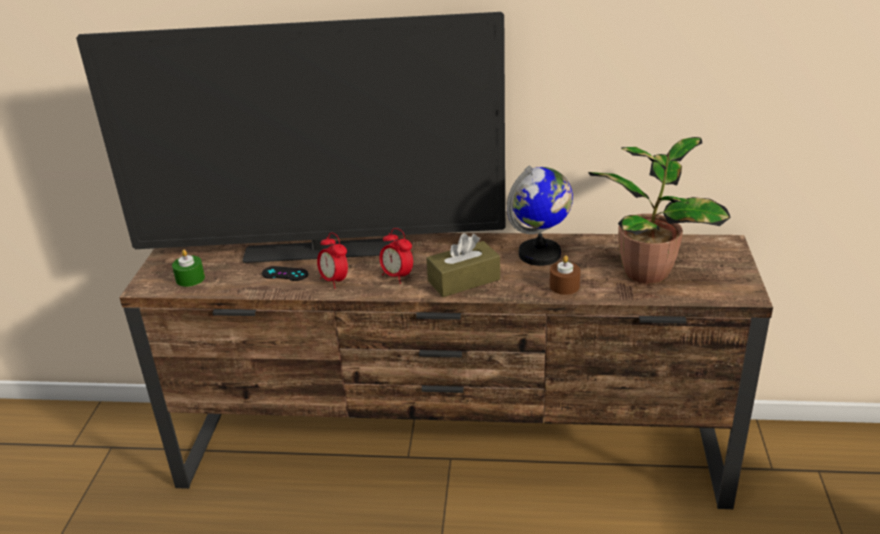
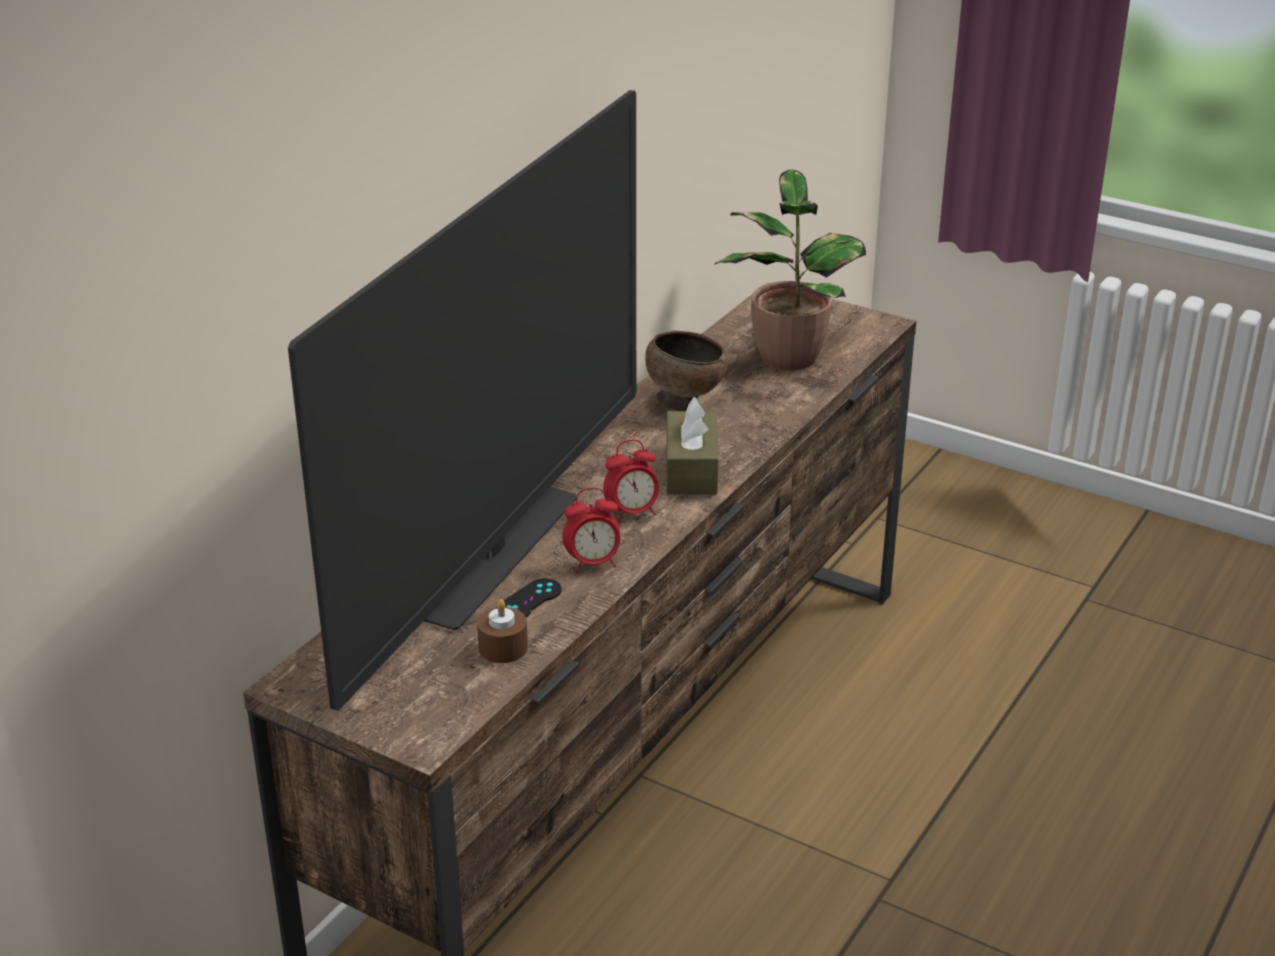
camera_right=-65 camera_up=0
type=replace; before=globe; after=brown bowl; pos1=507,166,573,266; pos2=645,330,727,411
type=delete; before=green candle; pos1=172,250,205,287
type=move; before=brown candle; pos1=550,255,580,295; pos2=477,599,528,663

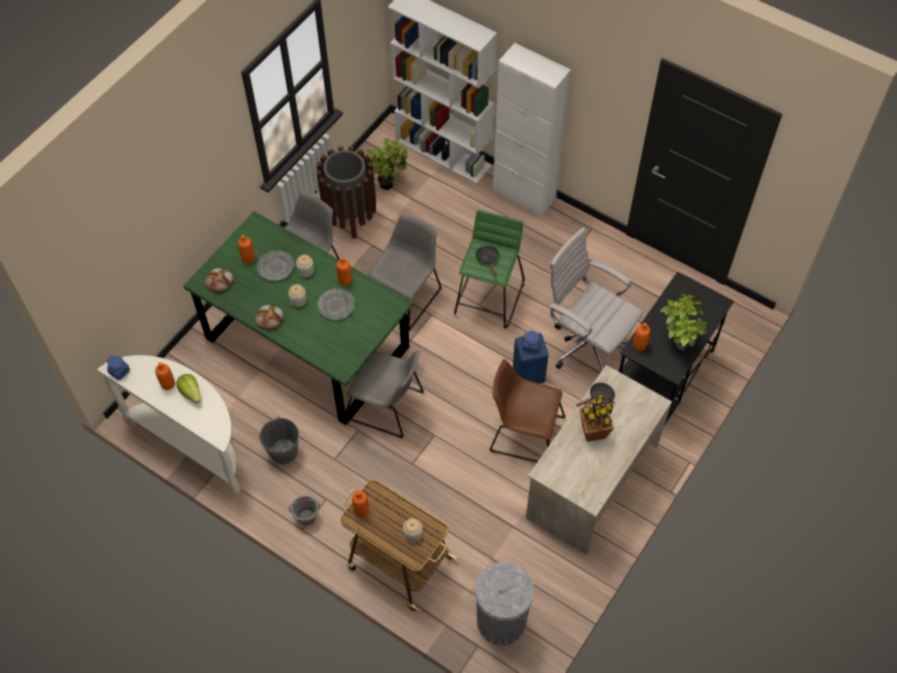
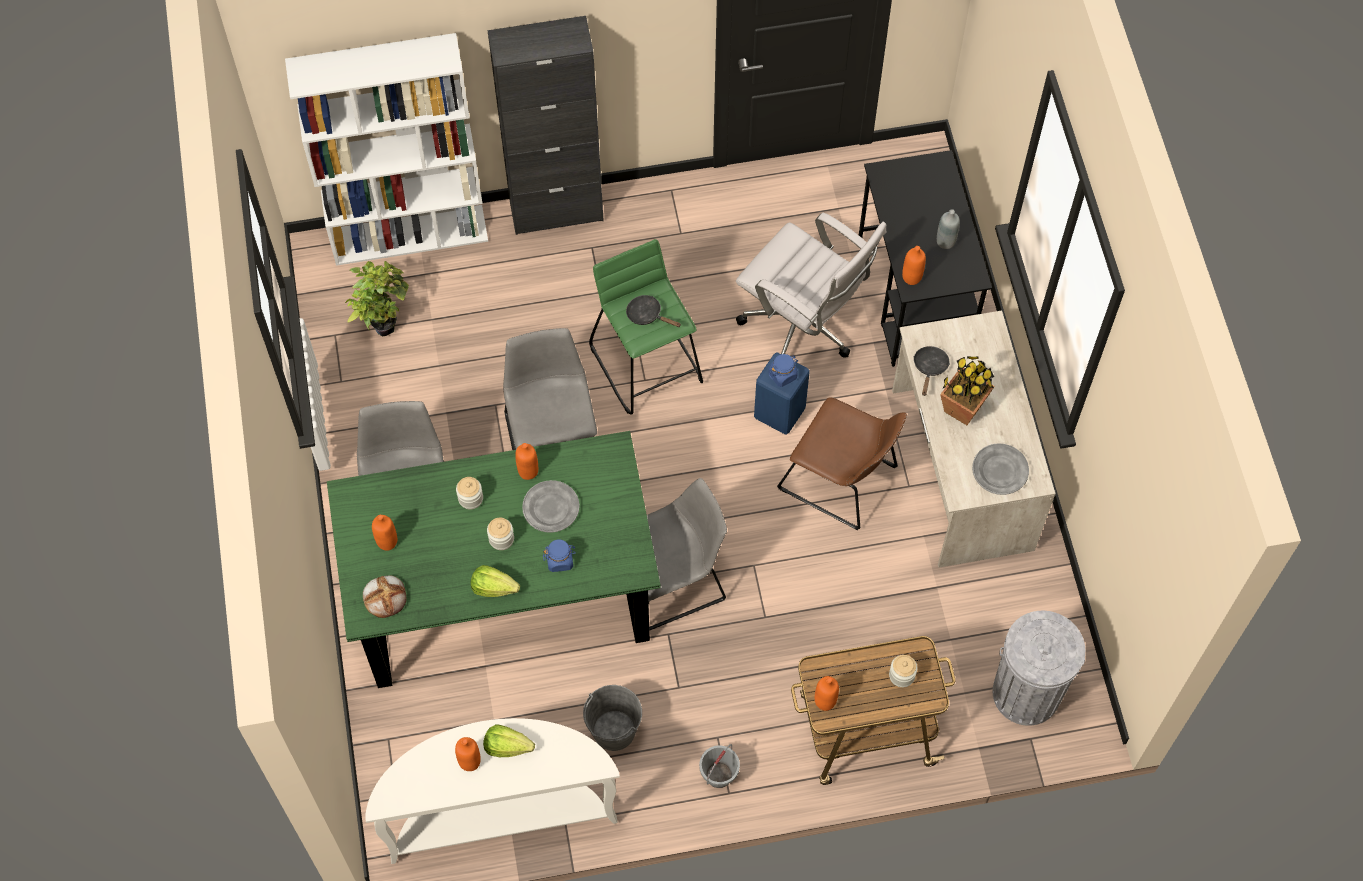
camera_right=-45 camera_up=5
type=recolor; before=white cabinet; after=black cabinet; pos1=493,43,571,217; pos2=488,16,604,235
type=delete; before=brown trash can; pos1=316,146,376,239
type=rotate; before=white office chair; pos1=549,227,643,370; pos2=736,212,886,358; turn=-135
type=move; before=grey plate; pos1=257,250,294,281; pos2=972,443,1029,495
type=replace; before=potted plant; after=grey bottle; pos1=660,293,707,351; pos2=937,209,960,249
type=replace; before=bread; after=lettuce; pos1=255,305,284,331; pos2=471,565,520,597
type=move; before=blue jar; pos1=107,356,130,380; pos2=543,539,576,572
type=rotate; before=brown chair; pos1=489,359,566,463; pos2=777,397,907,530; turn=-120

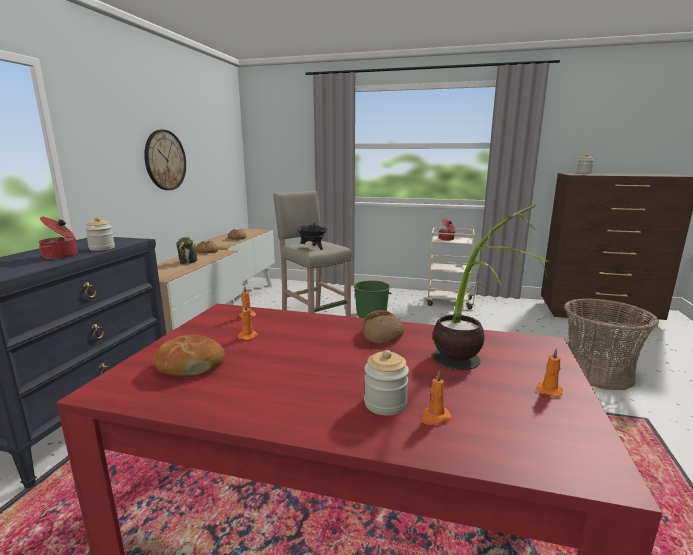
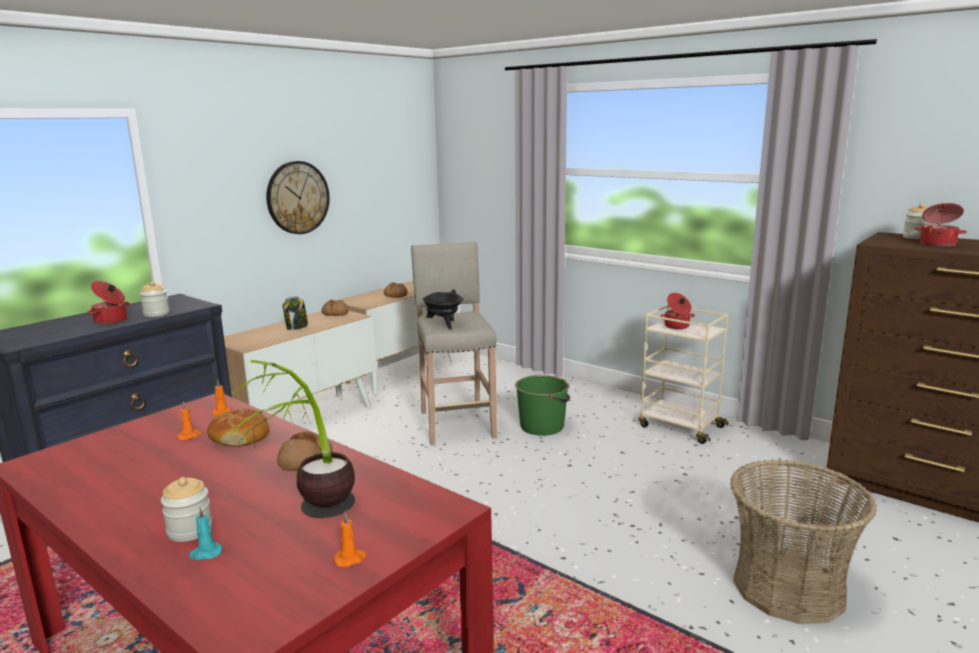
camera_right=25 camera_up=0
type=move; before=bread; pos1=153,335,225,377; pos2=207,409,270,447
type=recolor; before=orange candle; after=turquoise candle; pos1=421,371,451,425; pos2=189,507,223,560
type=insert; after=cooking pot; pos2=914,203,967,247

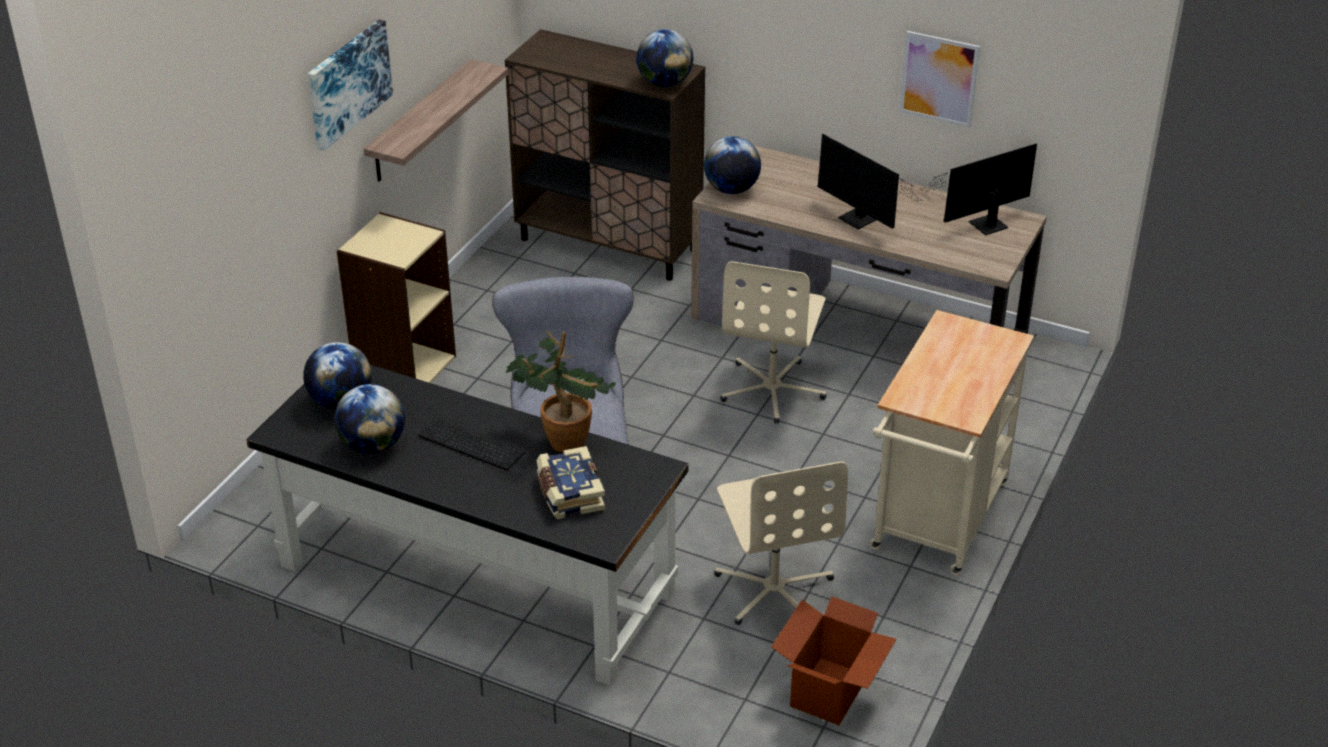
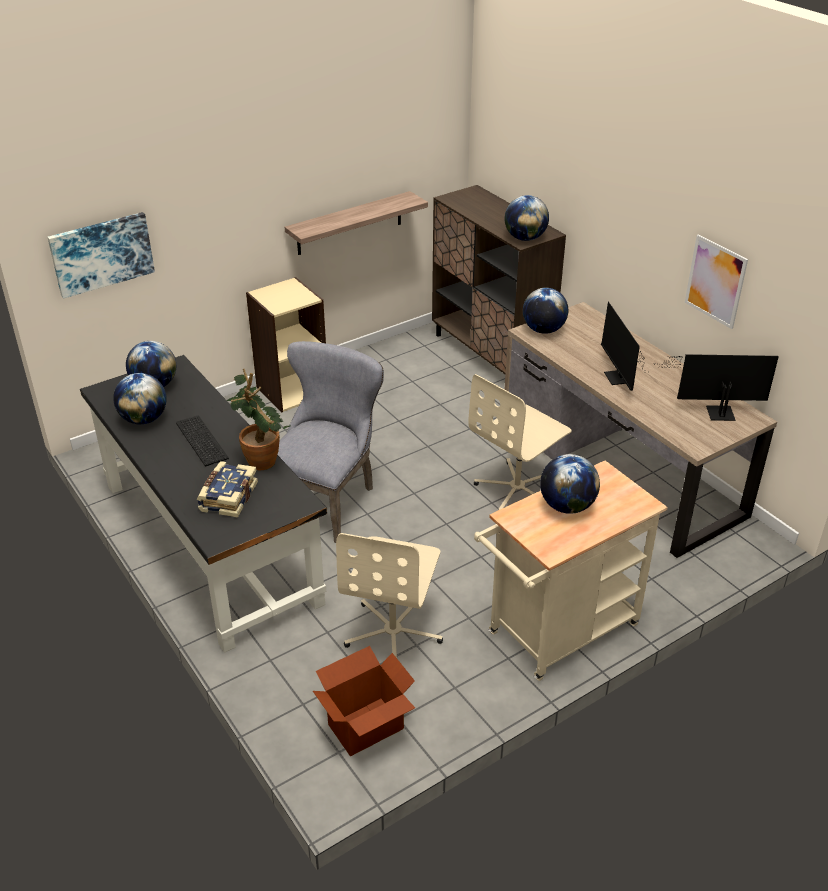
camera_right=30 camera_up=0
type=move; before=picture; pos1=307,20,393,151; pos2=47,212,155,298
type=insert; after=globe; pos2=540,454,600,514

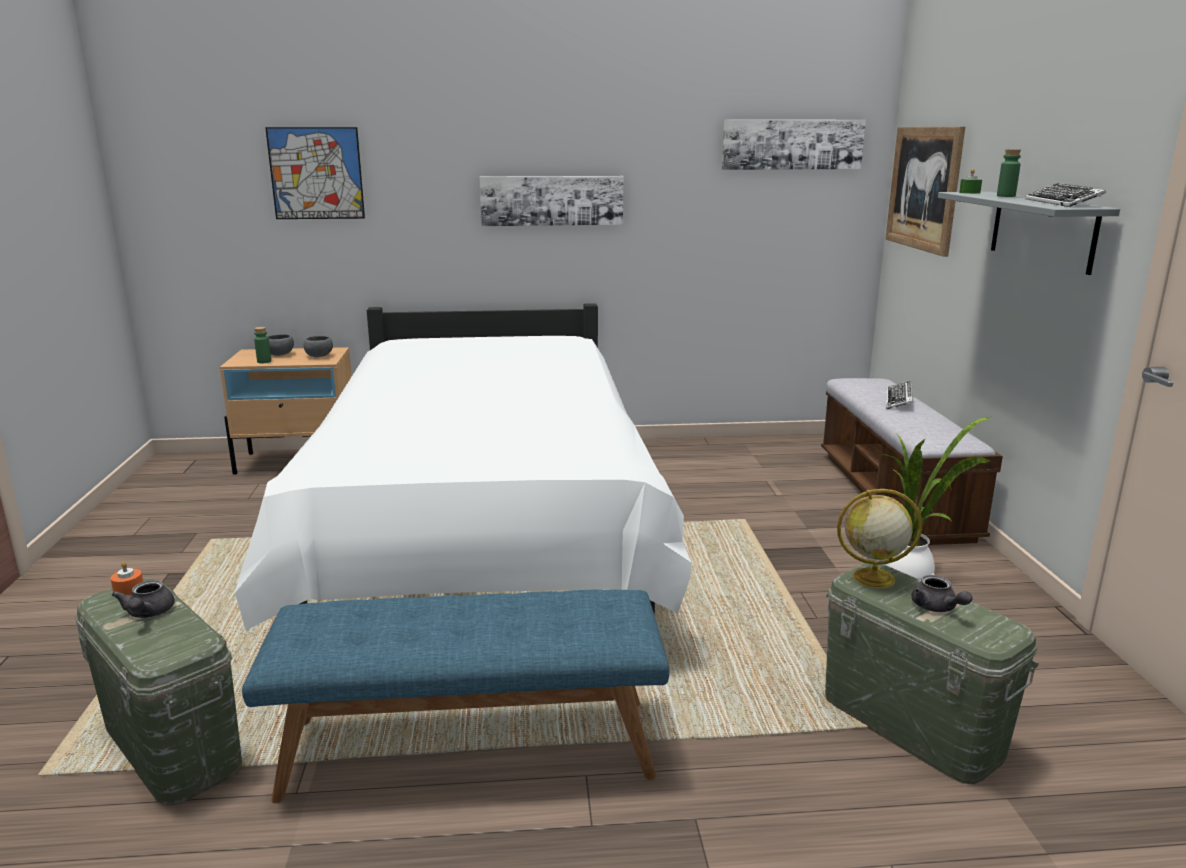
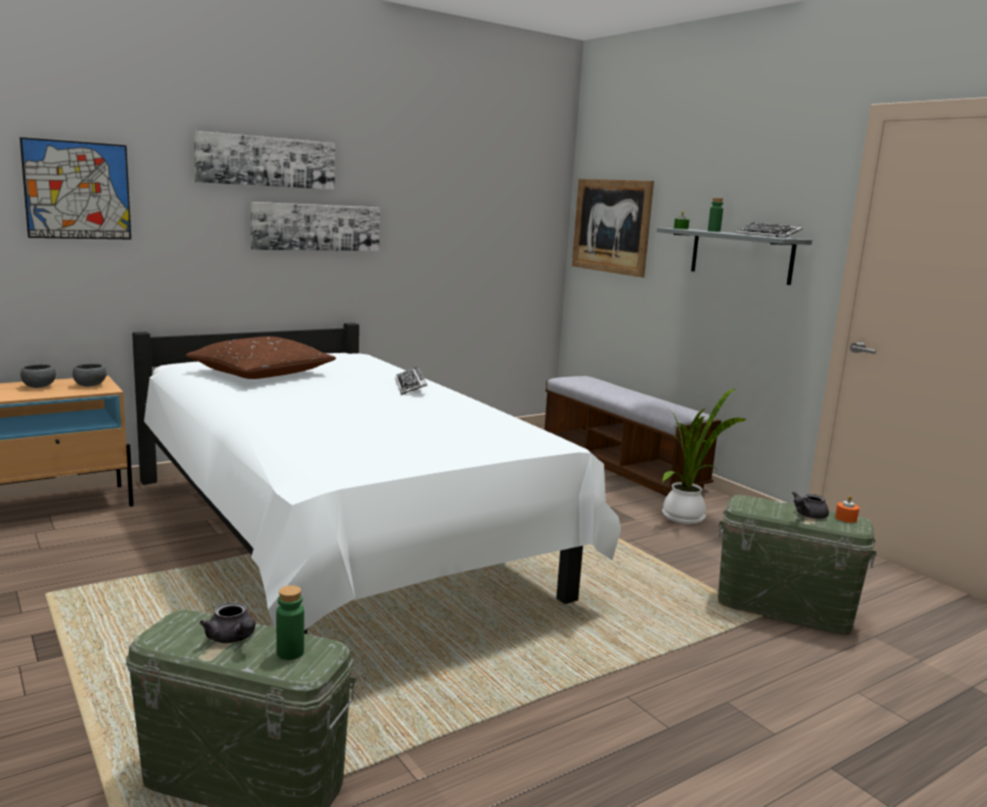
camera_right=-30 camera_up=-5
type=move; before=picture; pos1=722,120,866,170; pos2=194,131,335,190
type=move; before=green bottle; pos1=254,327,271,363; pos2=276,585,304,660
type=move; before=keyboard; pos1=886,381,914,410; pos2=395,367,427,395
type=delete; before=globe; pos1=837,489,922,588
type=move; before=orange candle; pos1=110,562,143,595; pos2=835,495,859,523
type=rotate; before=grey teapot; pos1=911,575,972,612; pos2=792,491,829,519; turn=105
type=delete; before=blue bench; pos1=242,589,669,803
type=insert; after=brown pillow; pos2=186,336,336,379

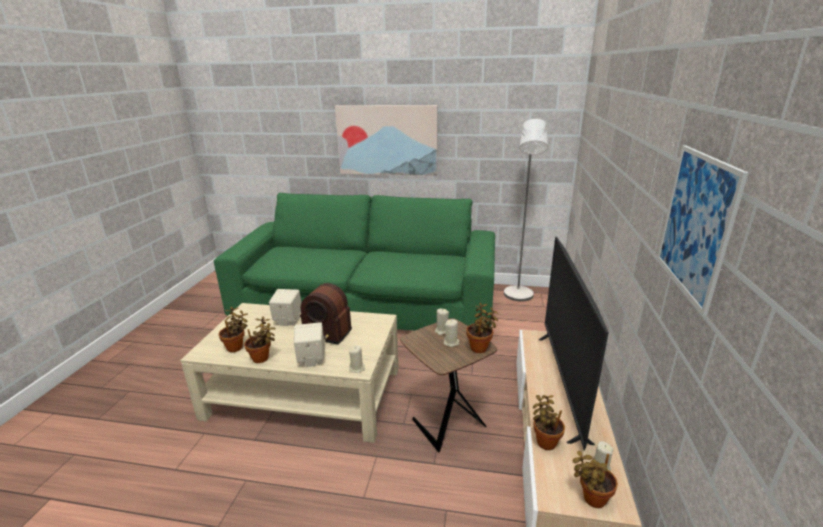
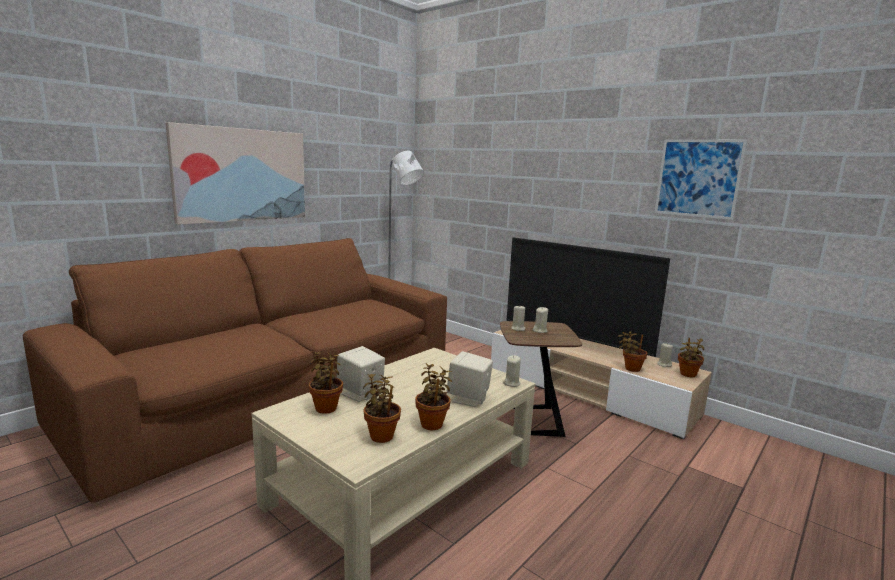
camera_right=-60 camera_up=-10
type=recolor; before=green sofa; after=brown sofa; pos1=214,193,495,331; pos2=23,238,447,502
type=delete; before=radio; pos1=300,283,352,345
type=move; before=potted plant; pos1=466,303,499,353; pos2=309,351,343,414

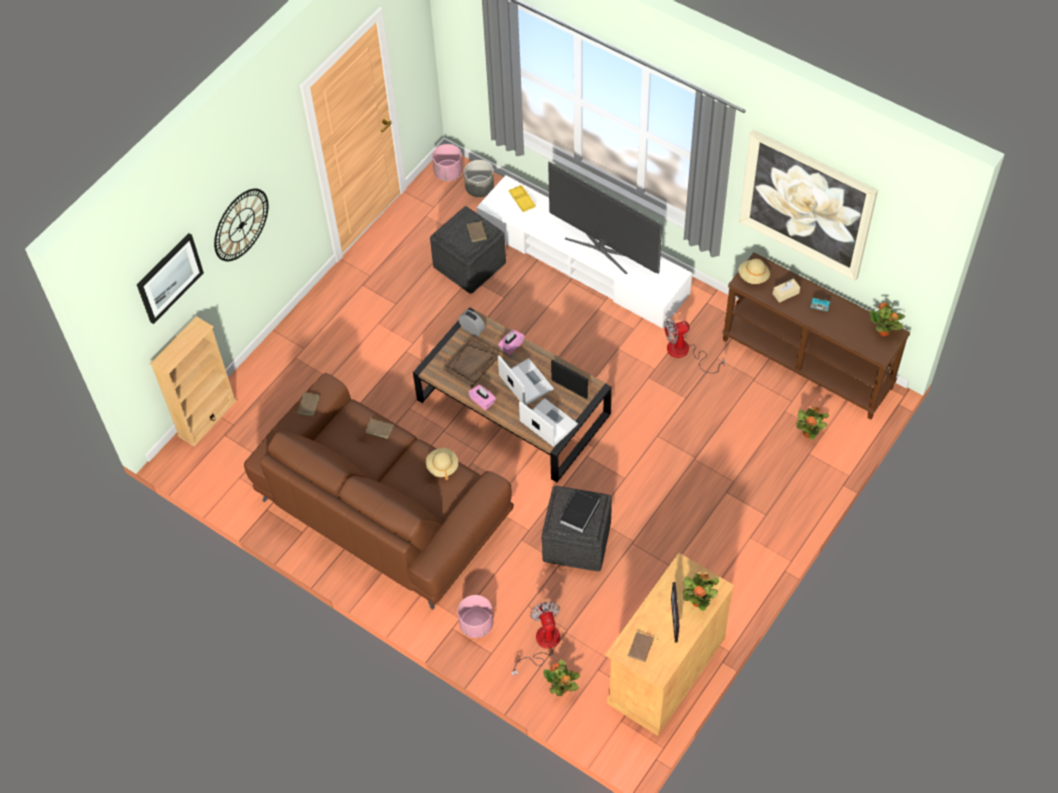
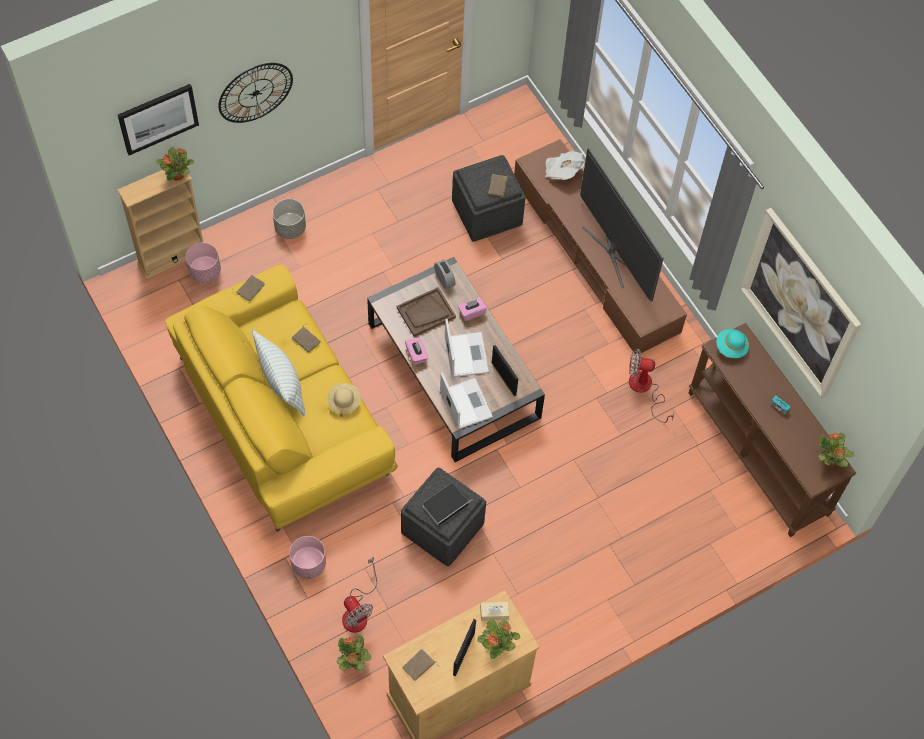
camera_right=20 camera_up=5
type=move; before=pink planter; pos1=432,144,463,181; pos2=186,243,221,283
type=move; before=grey planter; pos1=464,160,494,197; pos2=273,199,306,239
type=recolor; before=white tv stand; after=brown tv stand; pos1=477,175,692,328; pos2=514,139,687,354
type=replace; before=yellow tray; after=newspaper; pos1=509,185,536,212; pos2=545,151,585,180
type=recolor; before=beige hat; after=turquoise hat; pos1=738,259,770,284; pos2=716,329,749,358
type=move; before=beige tissue box; pos1=773,279,800,303; pos2=480,602,509,621
type=recolor; before=brown sofa; after=yellow sofa; pos1=244,373,514,610; pos2=165,264,398,532
type=move; before=potted plant; pos1=796,406,829,440; pos2=156,147,194,181
type=rotate; before=fan; pos1=511,602,560,676; pos2=342,557,377,633; turn=135
type=insert; after=pillow; pos2=252,330,305,416

